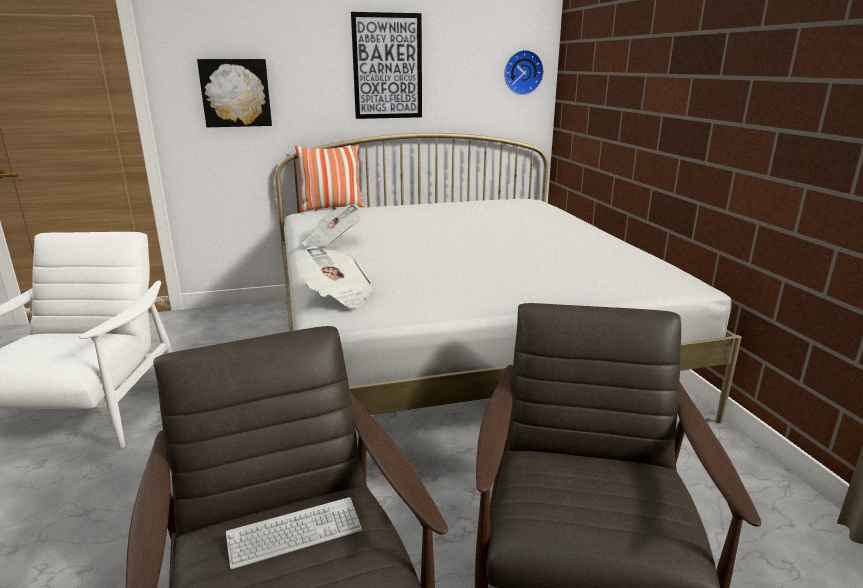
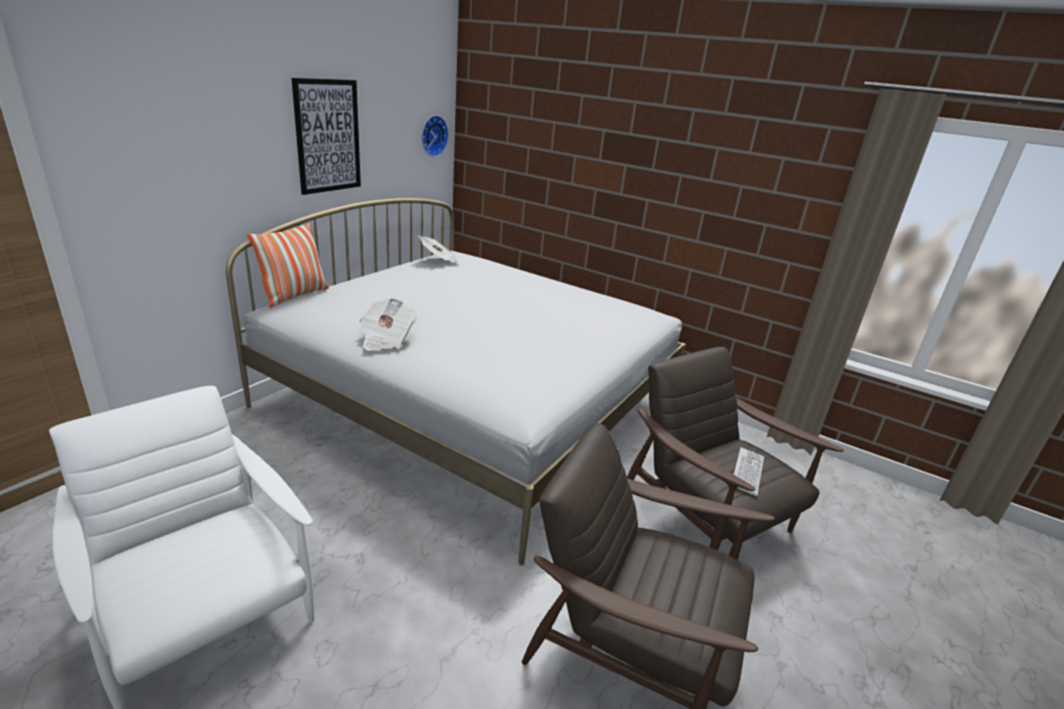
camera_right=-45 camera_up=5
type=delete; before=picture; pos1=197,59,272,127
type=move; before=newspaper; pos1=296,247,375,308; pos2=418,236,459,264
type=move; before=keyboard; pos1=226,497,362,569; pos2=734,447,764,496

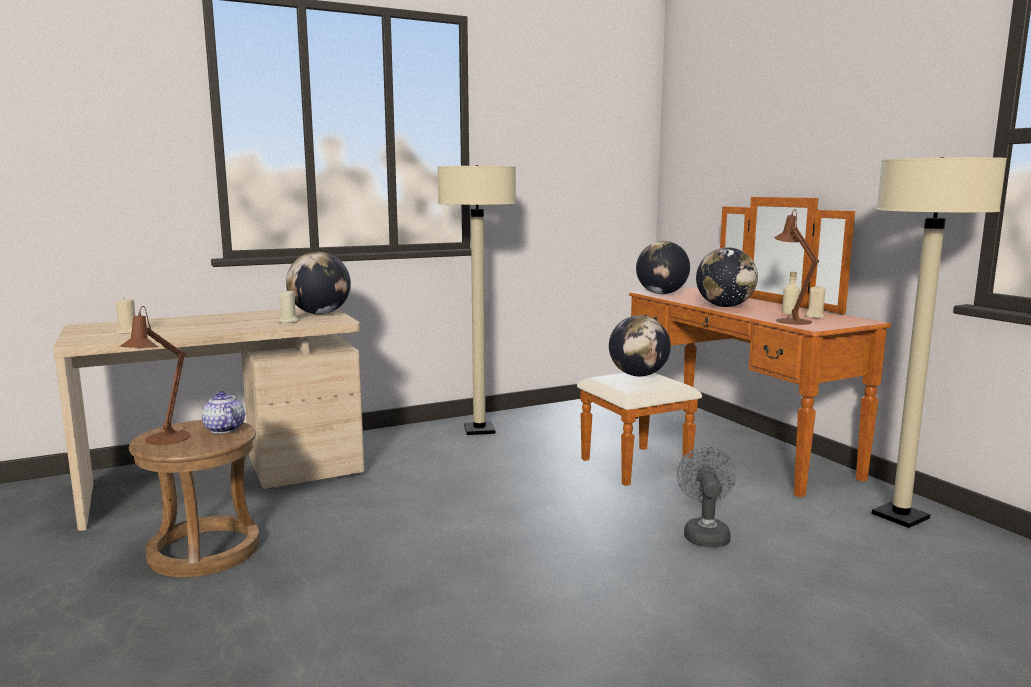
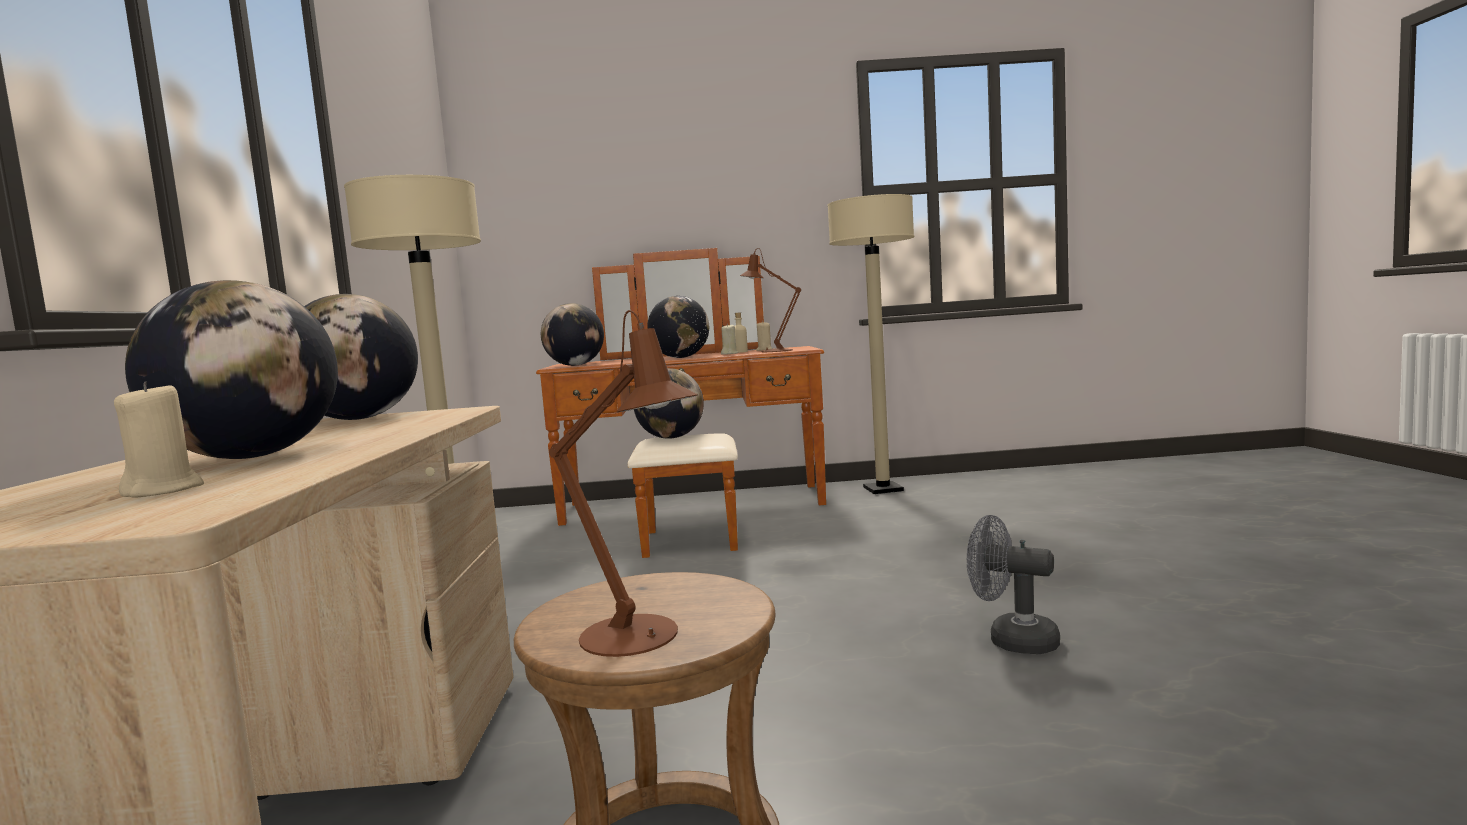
camera_right=-65 camera_up=-5
type=move; before=beige candle; pos1=278,289,299,323; pos2=721,324,738,355
type=delete; before=teapot; pos1=202,391,245,434
type=move; before=grey fan; pos1=677,446,737,547; pos2=967,515,1060,654
type=insert; after=globe; pos2=125,280,338,459

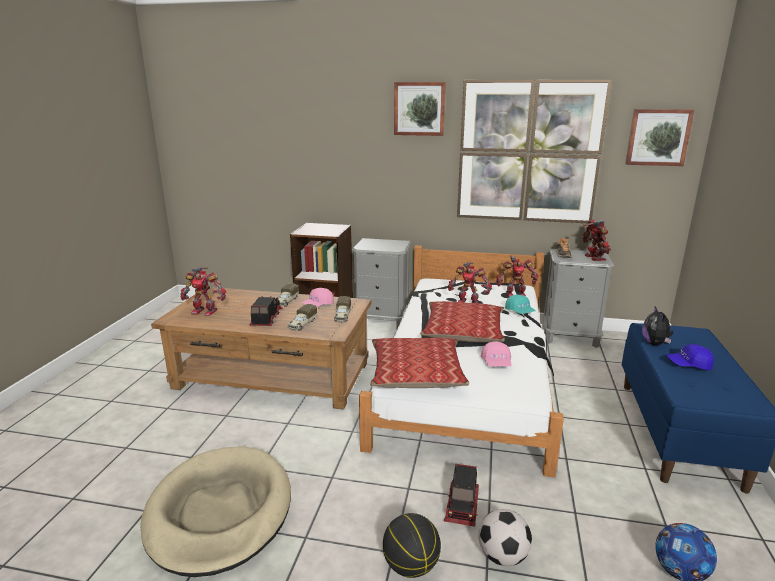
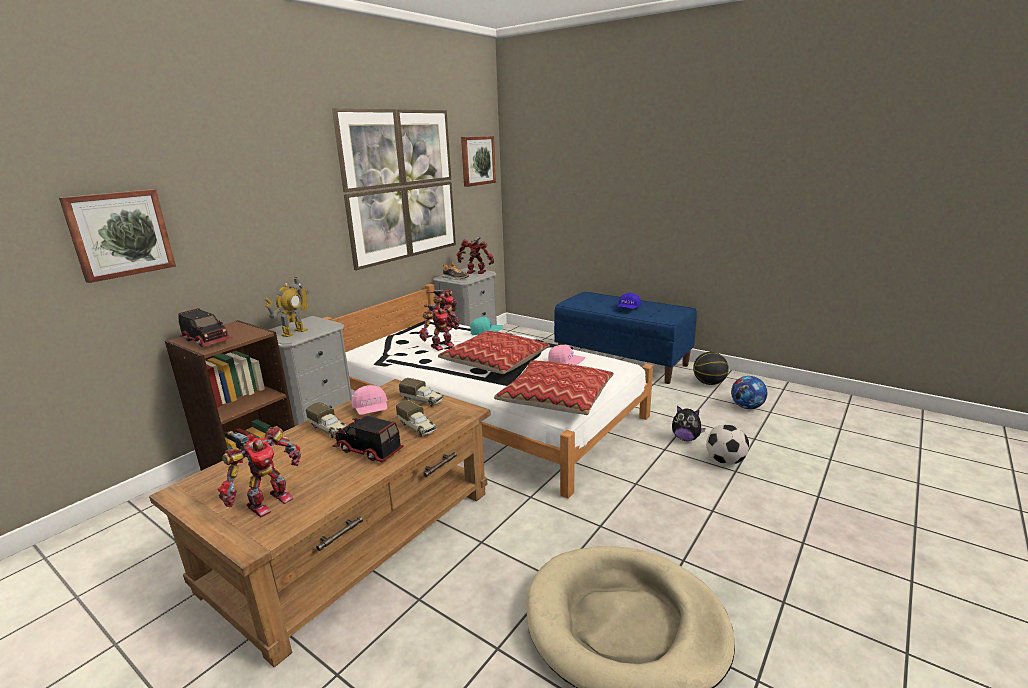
camera_right=-65 camera_up=0
type=move; before=picture; pos1=394,82,446,136; pos2=59,189,176,283
type=move; before=plush toy; pos1=642,306,673,345; pos2=672,405,706,441
type=move; before=toy truck; pos1=444,464,480,527; pos2=178,308,232,347
type=move; before=basketball; pos1=383,513,441,578; pos2=693,352,729,385
type=insert; after=toy robot; pos2=265,277,309,337

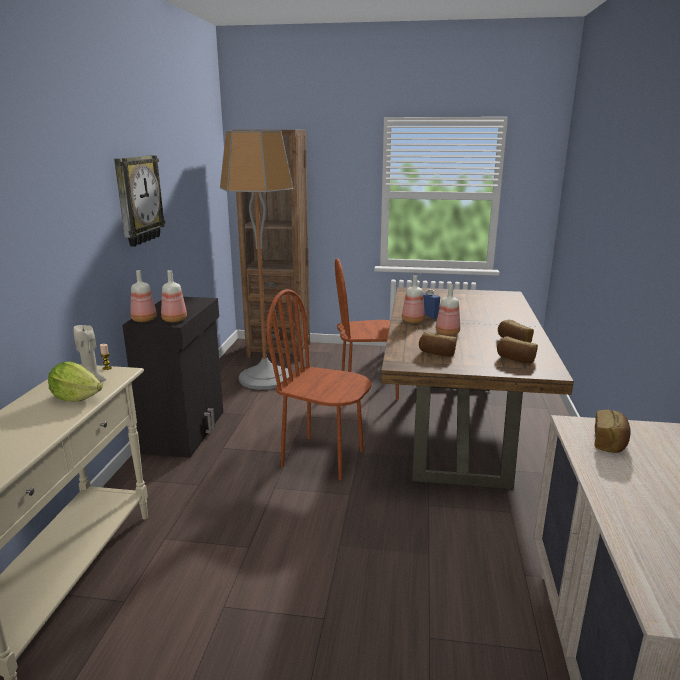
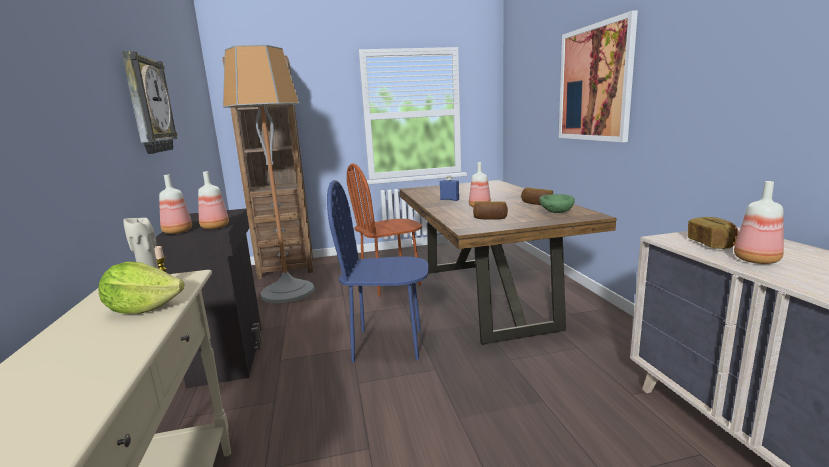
camera_right=-20 camera_up=-5
type=move; before=bottle; pos1=402,275,425,323; pos2=734,181,784,264
type=recolor; before=brown chair; after=blue chair; pos1=266,289,372,480; pos2=327,180,429,363
type=replace; before=bread; after=green bowl; pos1=497,336,538,364; pos2=539,194,575,213
type=insert; after=picture; pos2=559,11,638,142

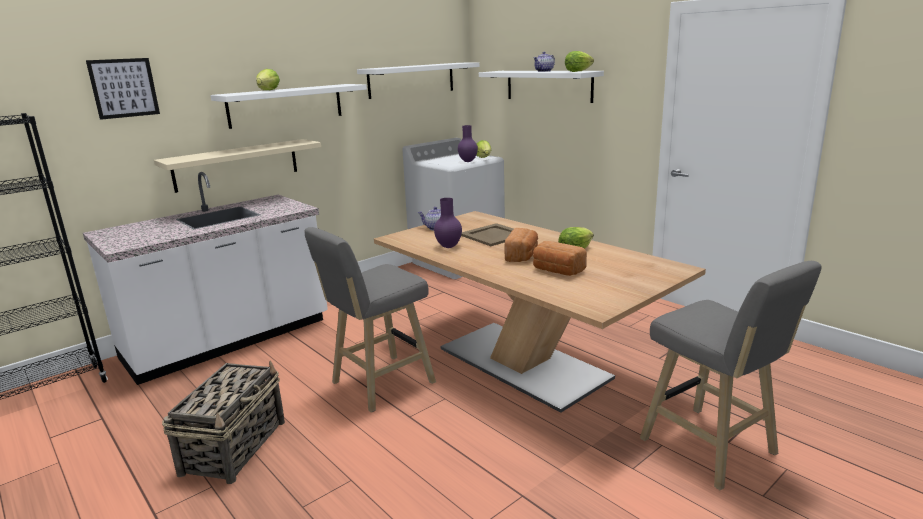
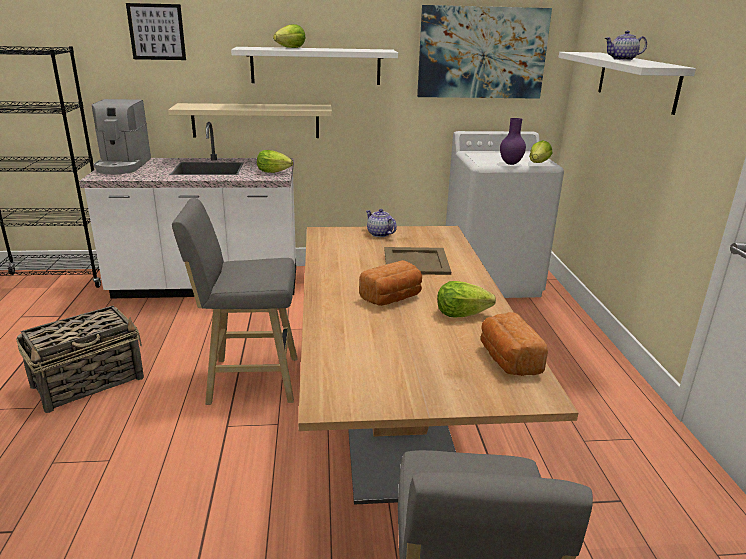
camera_right=35 camera_up=5
type=move; before=lettuce; pos1=565,51,594,72; pos2=257,150,293,173
type=replace; before=white shelf; after=picture; pos1=357,62,479,99; pos2=417,5,552,99
type=delete; before=purple vase; pos1=434,198,462,248
type=move; before=bread; pos1=533,241,587,276; pos2=481,312,548,376
type=insert; after=coffee machine; pos2=92,99,151,174

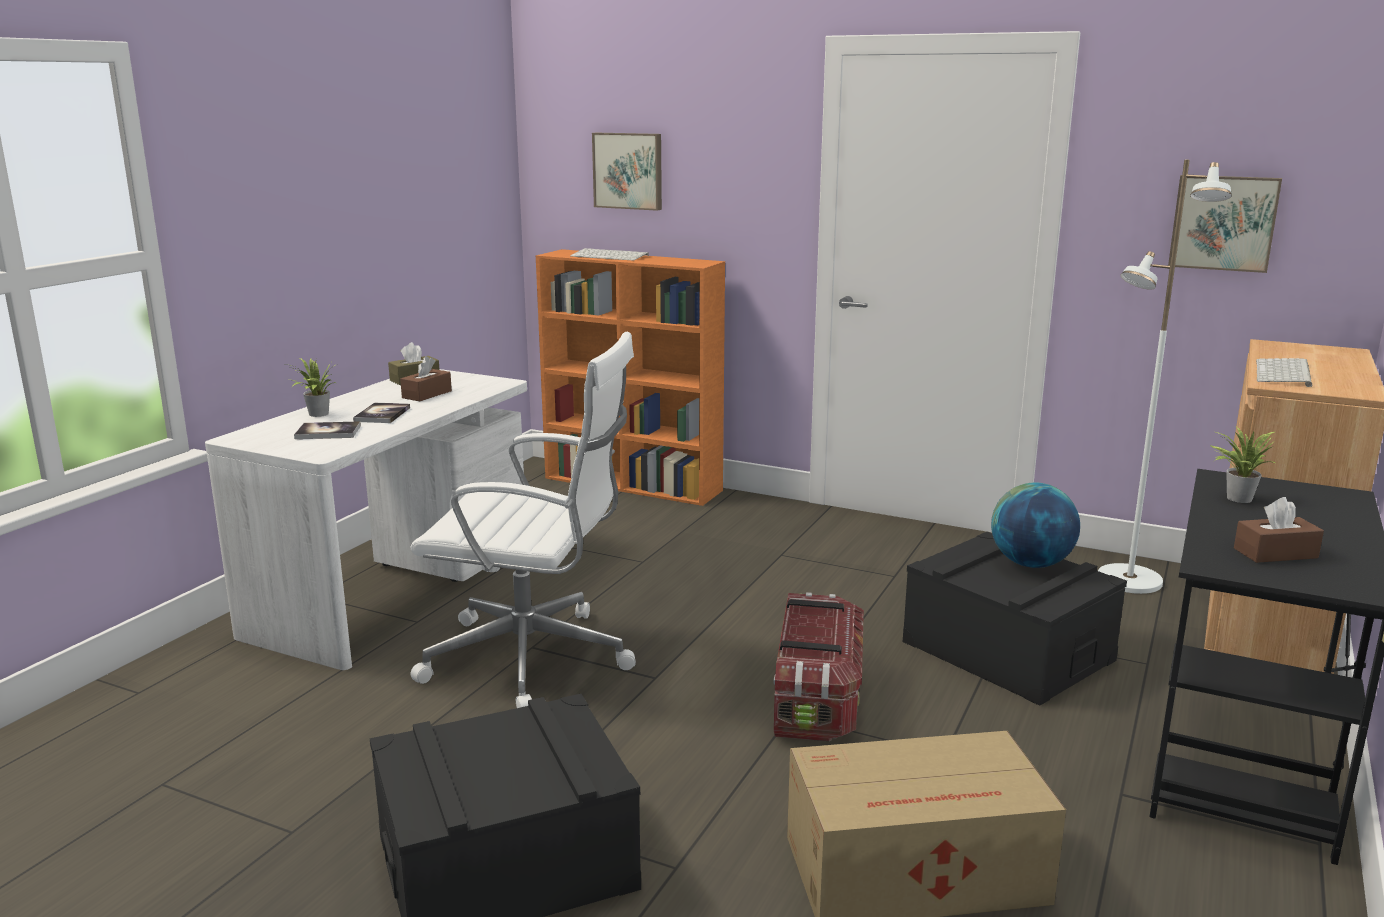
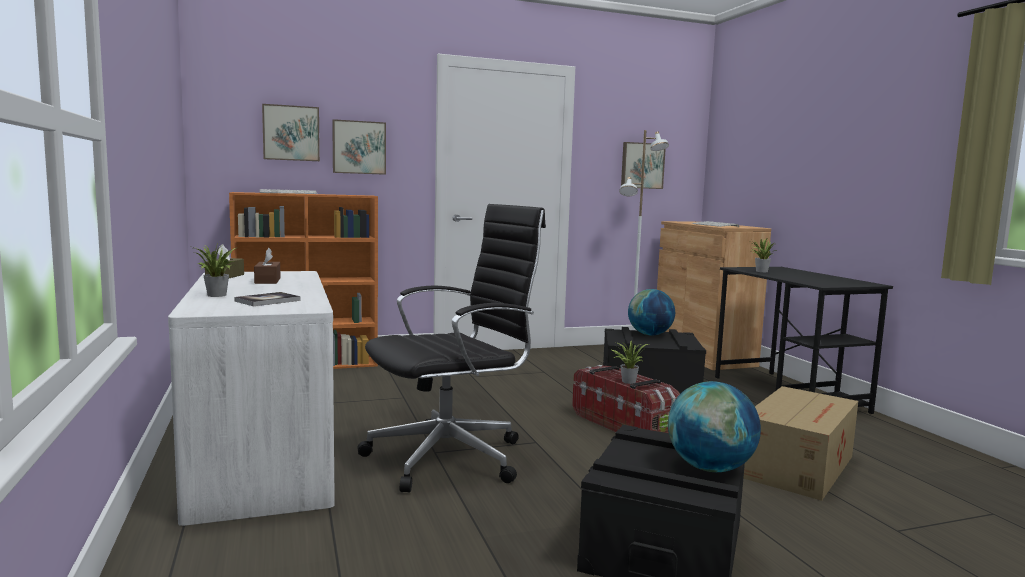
camera_right=-45 camera_up=-10
type=recolor; before=white office chair; after=black office chair; pos1=410,332,636,708; pos2=357,204,546,492
type=delete; before=book; pos1=353,403,410,423
type=delete; before=brown tissue box; pos1=1234,497,1324,563
type=insert; after=picture; pos2=332,119,386,175
type=insert; after=potted plant; pos2=612,341,648,384
type=insert; after=globe; pos2=668,381,761,472

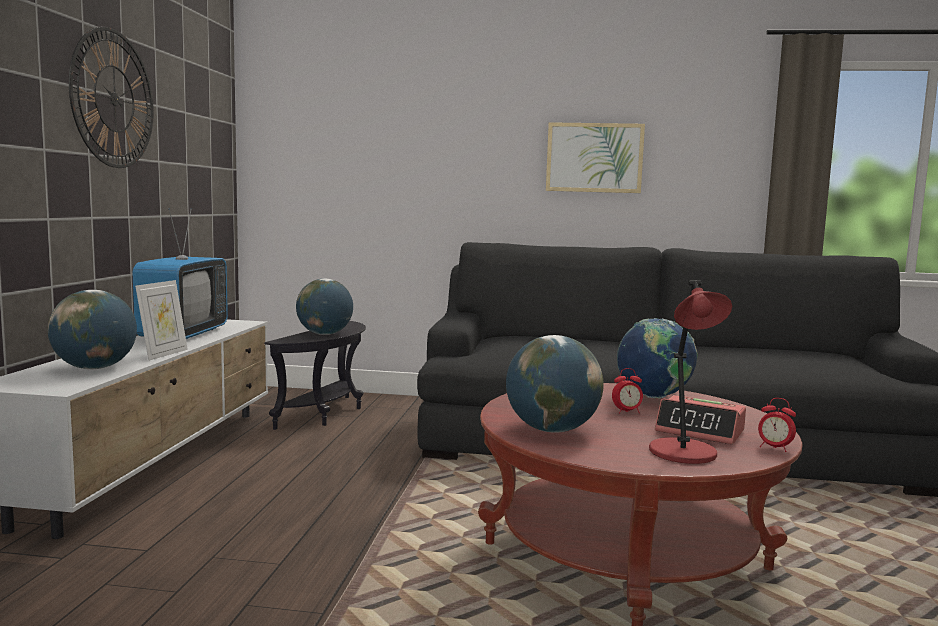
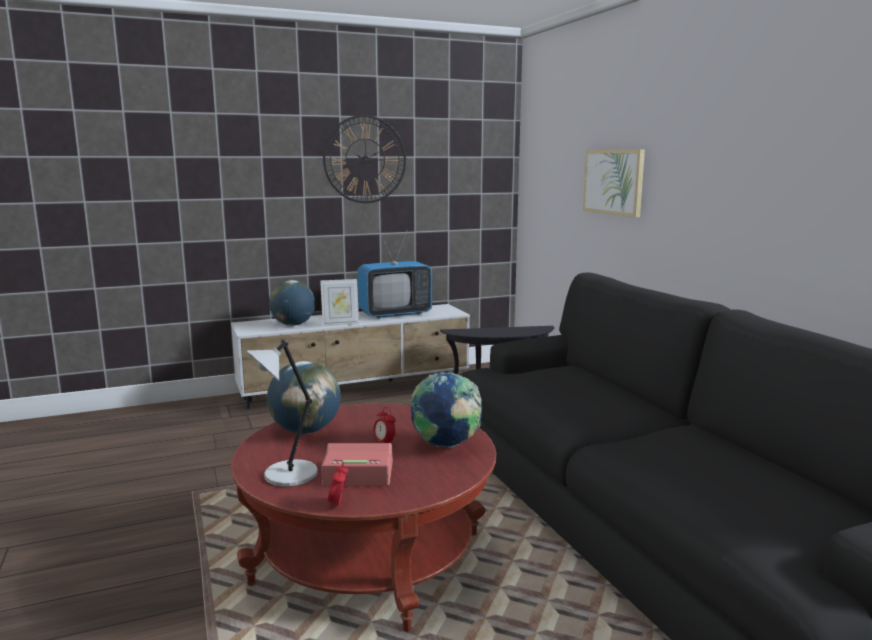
camera_right=60 camera_up=5
type=move; before=picture; pos1=546,122,645,193; pos2=583,149,645,217
type=delete; before=globe; pos1=296,279,353,335
type=recolor; before=red table lamp; after=grey table lamp; pos1=649,280,732,464; pos2=246,340,318,486
type=rotate; before=alarm clock; pos1=655,395,746,445; pos2=321,443,393,485; turn=90

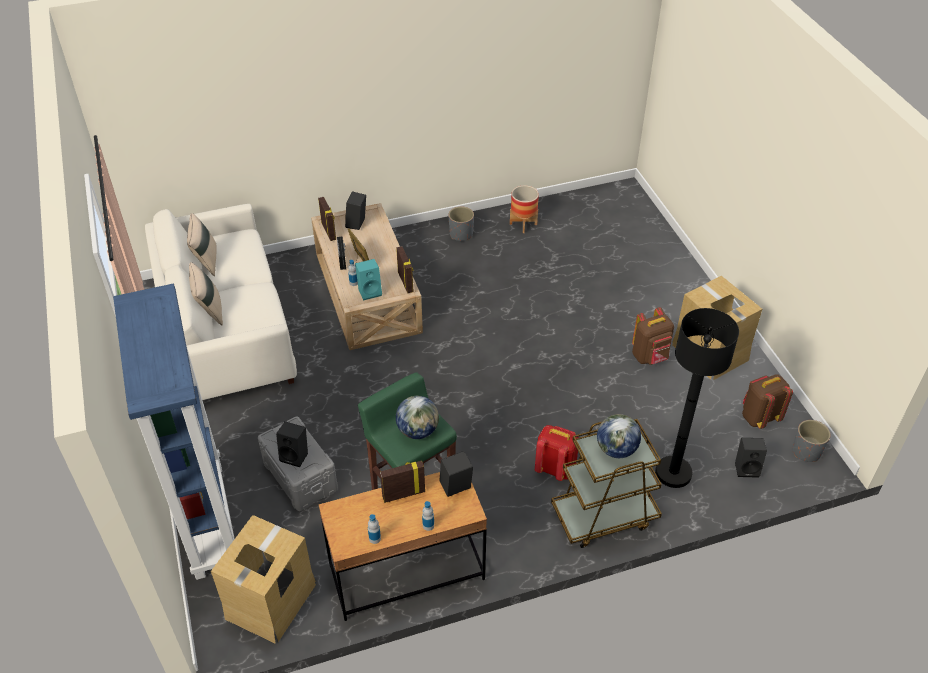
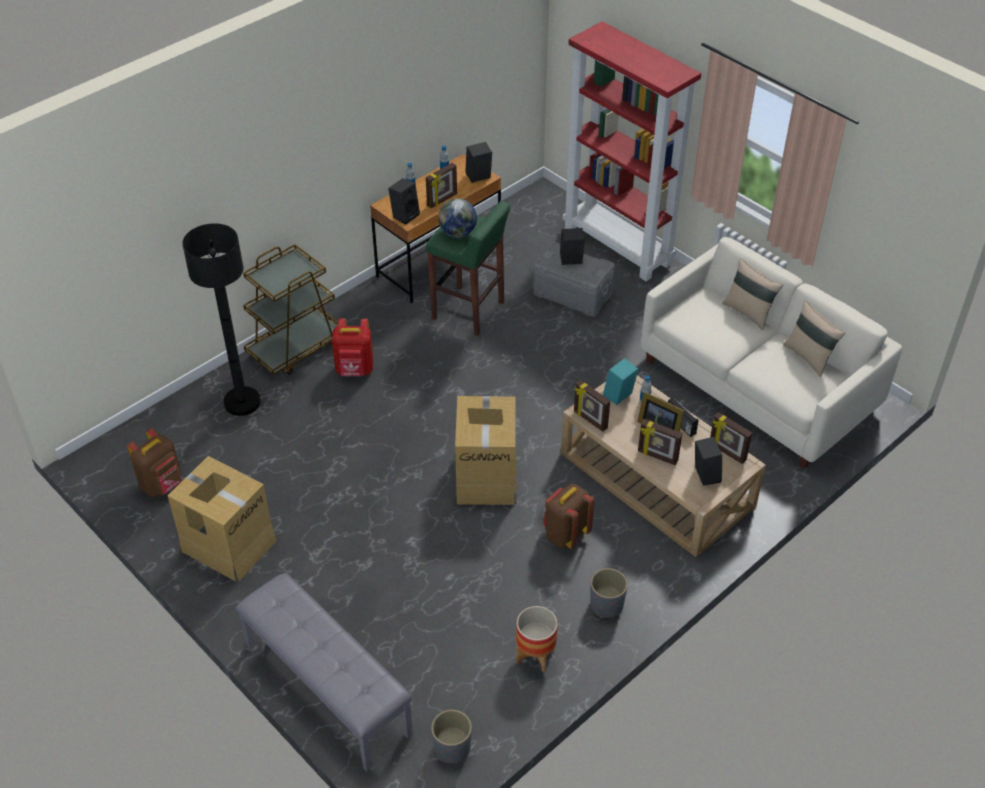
camera_right=155 camera_up=0
type=recolor; before=blue bookcase; after=red bookcase; pos1=113,284,239,580; pos2=563,21,701,281
type=move; before=brown backpack; pos1=632,307,674,365; pos2=543,483,594,549
type=delete; before=globe; pos1=597,414,641,458
type=move; before=grey planter; pos1=792,420,831,462; pos2=431,710,472,763
type=move; before=black speaker; pos1=735,438,767,478; pos2=465,142,492,183
type=move; before=cardboard box; pos1=211,515,316,644; pos2=455,396,516,505
type=insert; after=picture frame; pos2=638,419,682,465
type=insert; after=grey bench; pos2=235,573,413,771

